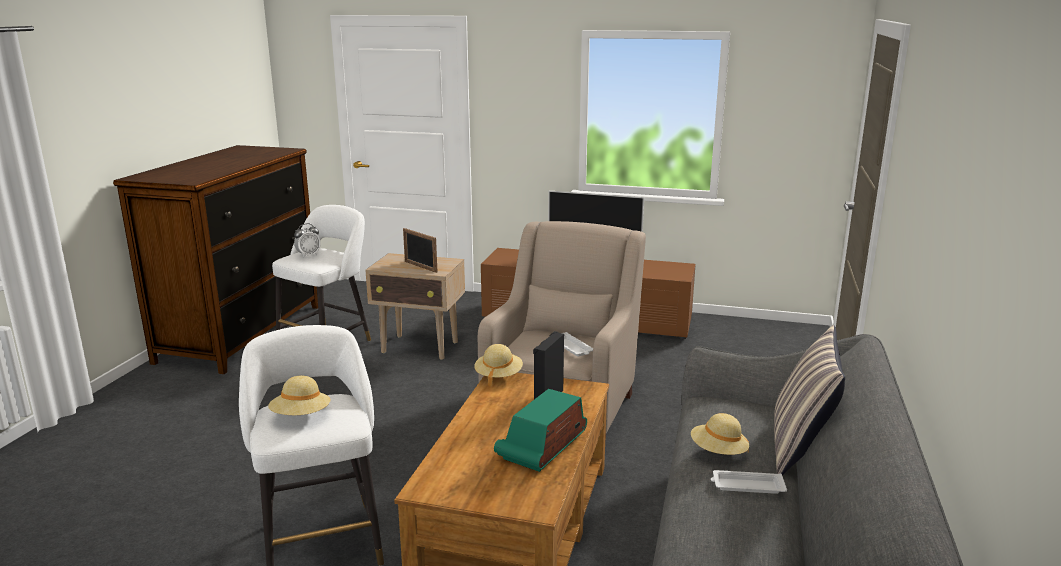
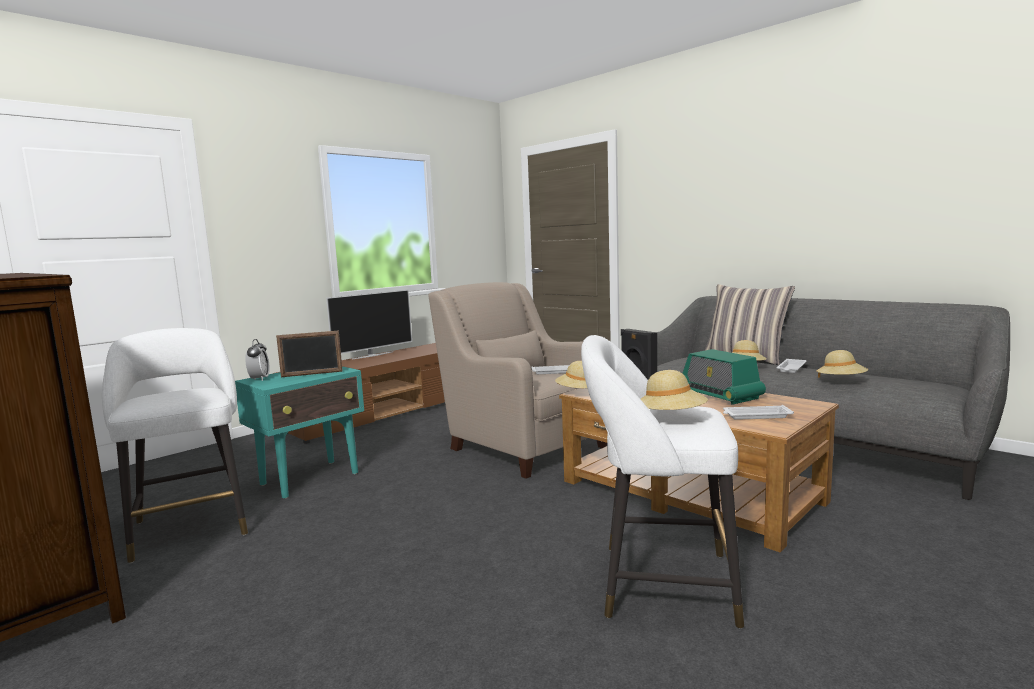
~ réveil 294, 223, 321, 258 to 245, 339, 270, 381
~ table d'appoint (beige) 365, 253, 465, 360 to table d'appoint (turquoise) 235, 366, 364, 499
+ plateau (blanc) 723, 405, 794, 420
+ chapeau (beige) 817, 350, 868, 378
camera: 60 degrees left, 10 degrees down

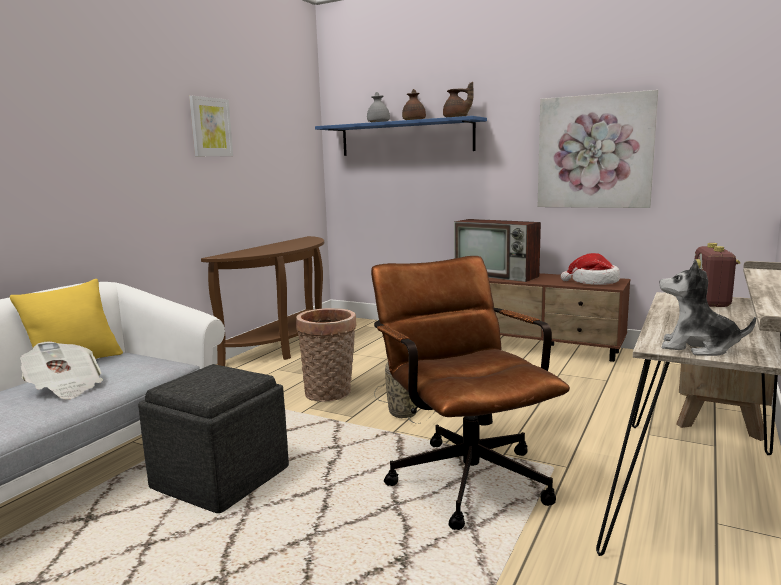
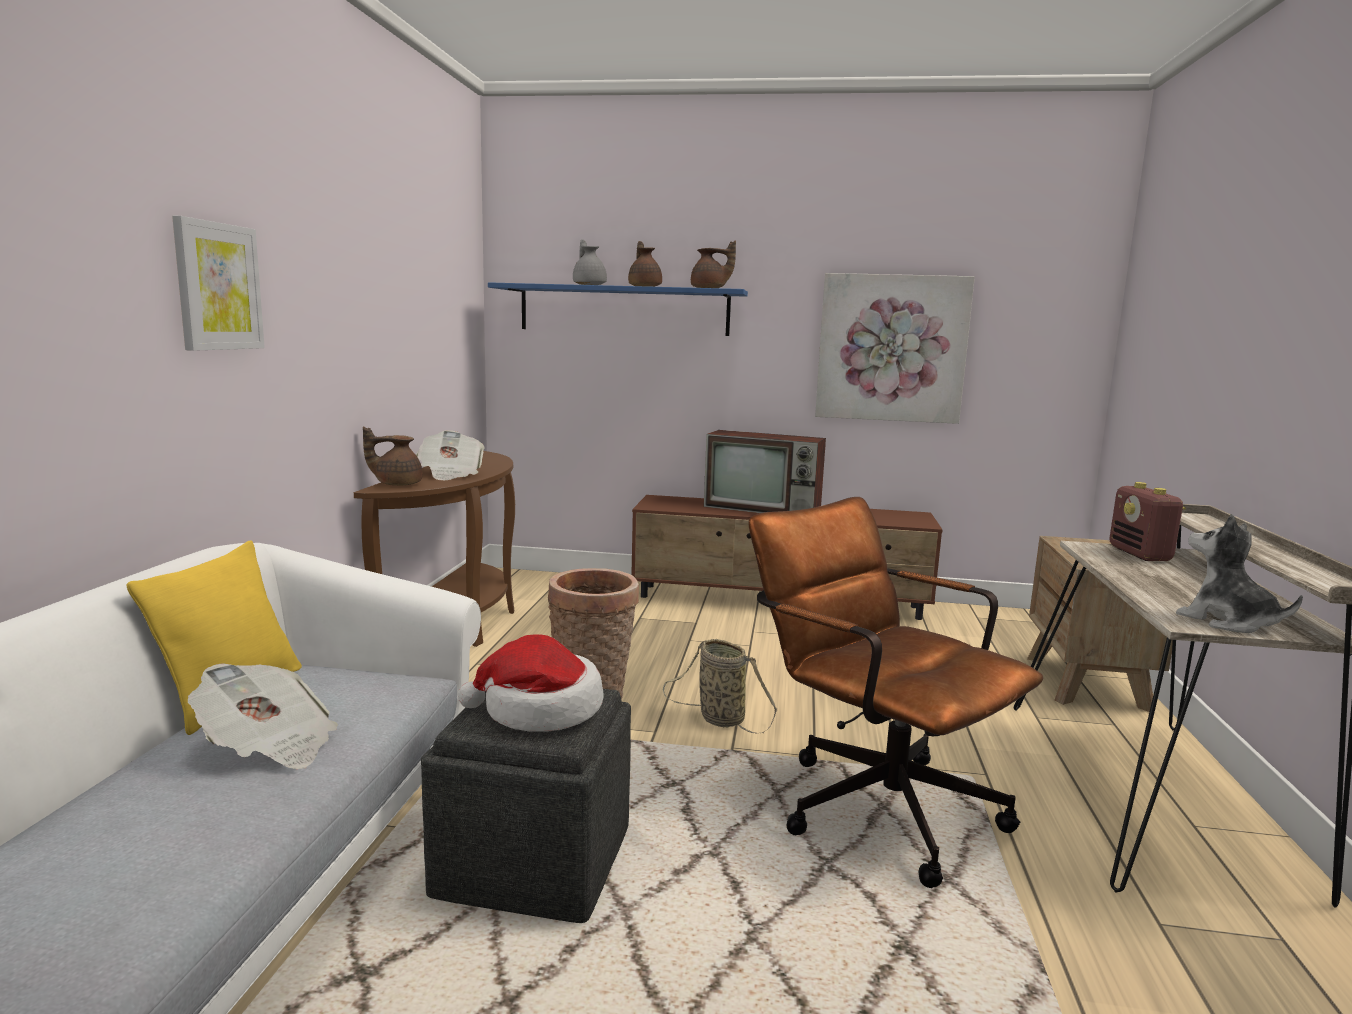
~ tableau 189, 96, 233, 156 to 172, 216, 265, 351
~ chapeau 561, 253, 620, 285 to 458, 634, 603, 731
~ peluche 659, 259, 756, 356 = 1176, 514, 1303, 633 45 degrees clockwise
+ théière (marron) 363, 426, 423, 486
+ journal 416, 430, 485, 480
camera: 20 degrees left, 0 degrees up

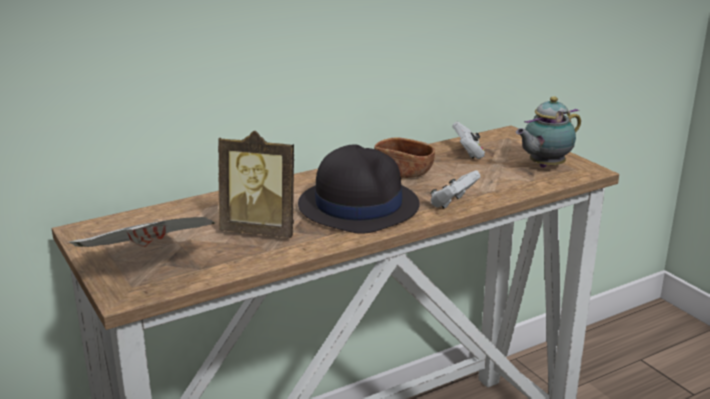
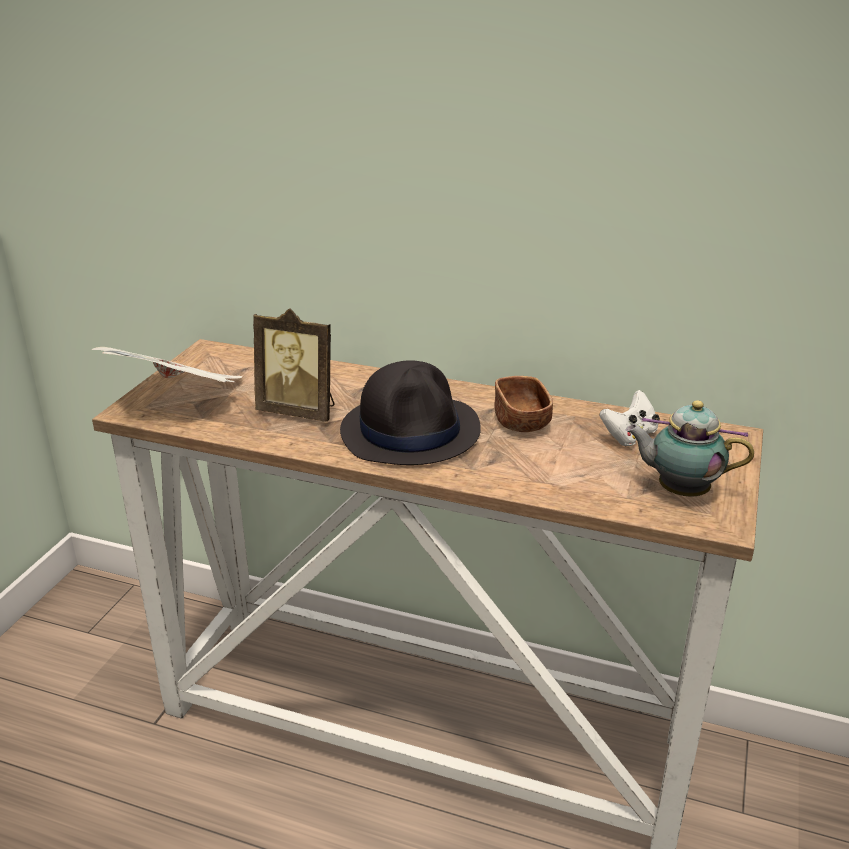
~ cadre photo 218, 131, 294, 238 = 253, 309, 335, 422 45 degrees counterclockwise
- manette (blanc) 430, 170, 481, 208
camera: 50 degrees right, 5 degrees up

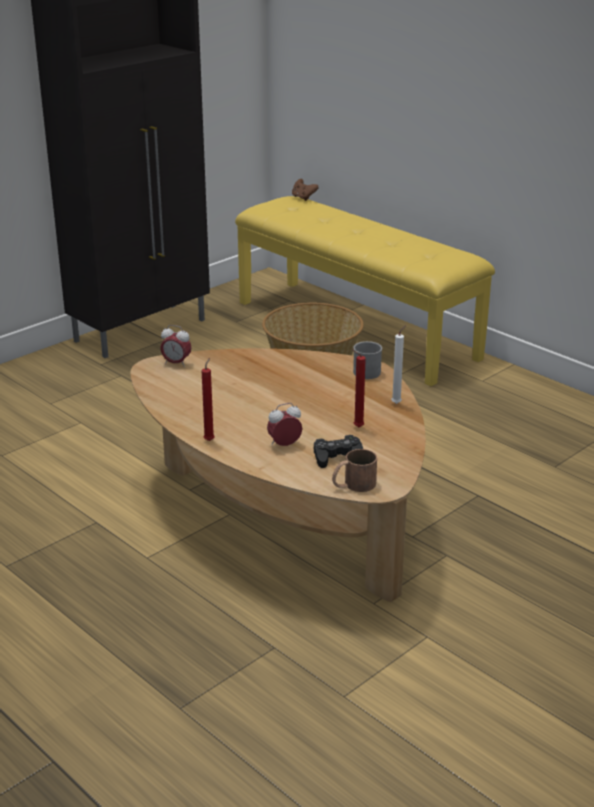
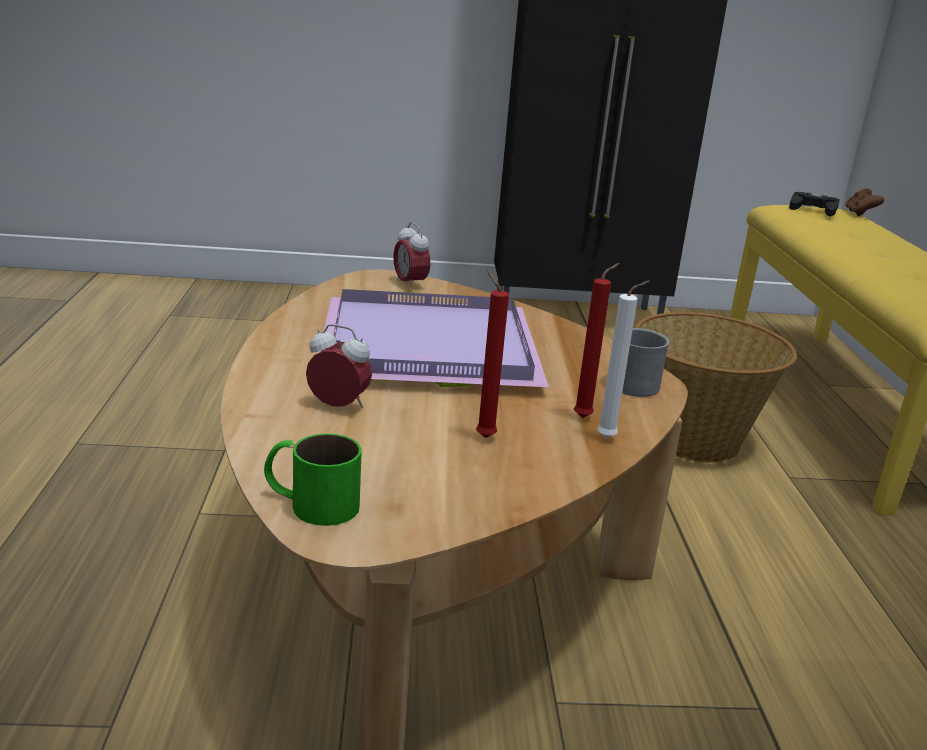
~ bougie (rouge) 202, 358, 215, 441 to 574, 263, 620, 418
~ manette (noir) 314, 435, 363, 468 to 789, 192, 840, 216
~ mug (marron) 332, 449, 377, 492 to mug (vert) 264, 434, 362, 526
+ plateau (violet) 319, 289, 549, 387
camera: 40 degrees right, 5 degrees down

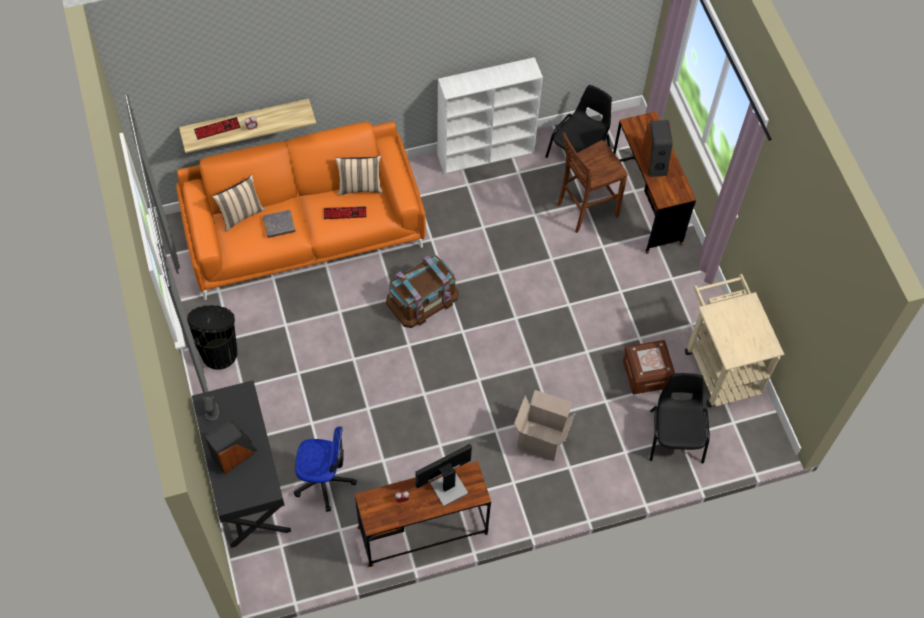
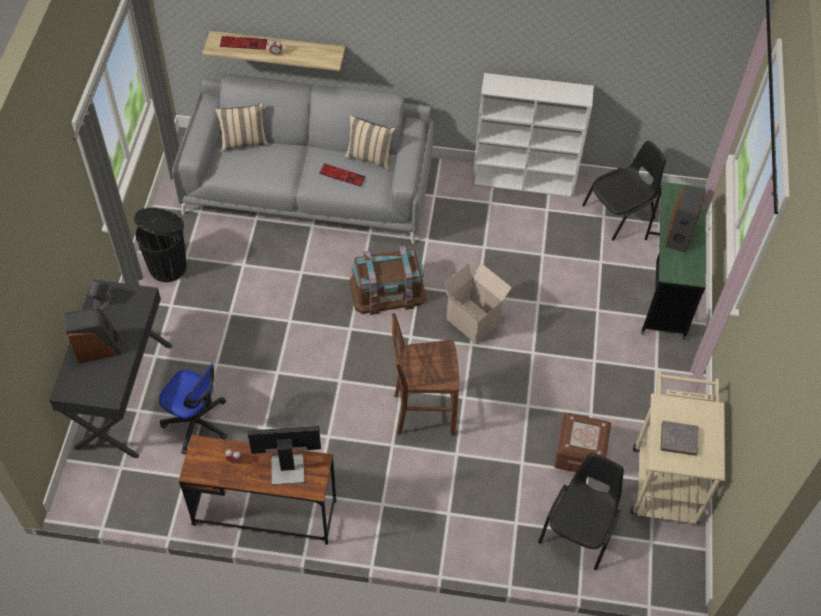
~ canapé (orange) 176, 121, 426, 300 to canapé (gris) 172, 74, 434, 244
~ livre (gris) 263, 210, 296, 238 to 661, 421, 699, 456
~ carton 514, 390, 575, 461 to 445, 263, 512, 344
~ tabouret (marron) 557, 132, 628, 233 to 392, 313, 459, 436
~ bureau (marron) 613, 112, 696, 254 to bureau (vert) 641, 182, 706, 340
camera: 25 degrees right, 5 degrees down

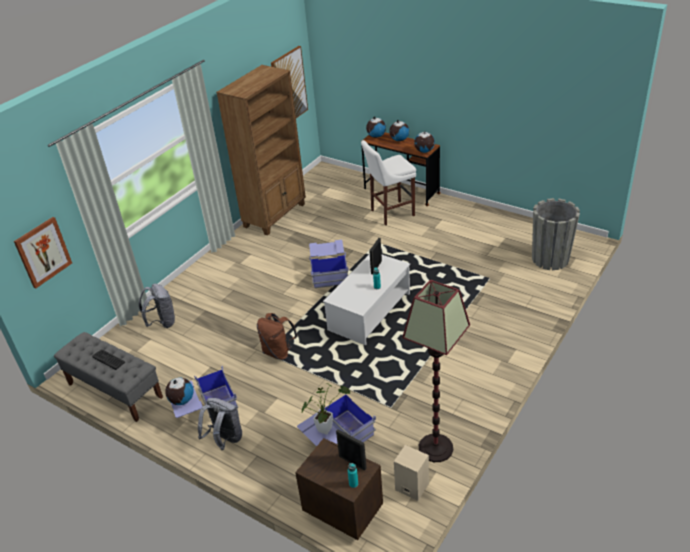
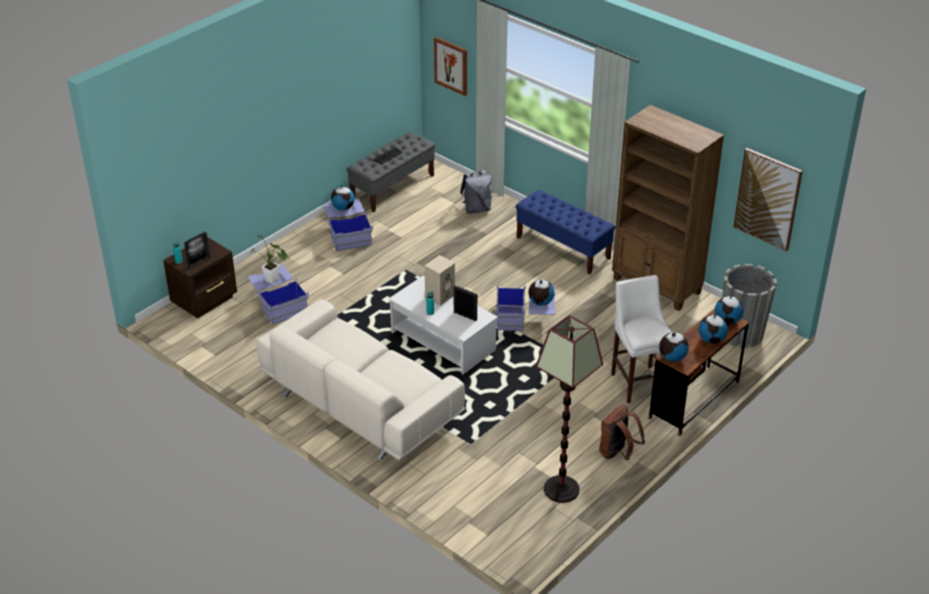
- sac à dos (gris) 198, 398, 242, 450
~ sac à dos (marron) 257, 313, 298, 360 to 599, 405, 645, 460
~ enceinte (beige) 394, 445, 429, 501 to 424, 255, 455, 306
~ lampadaire 403, 280, 470, 462 to 536, 315, 603, 503
~ cache-pot (gris) 532, 198, 580, 270 to 722, 264, 777, 348
+ canapé (beige) 257, 299, 465, 460
+ banc (bleu) 516, 190, 615, 274
+ globe 528, 279, 555, 306
camera: 95 degrees right, 0 degrees up

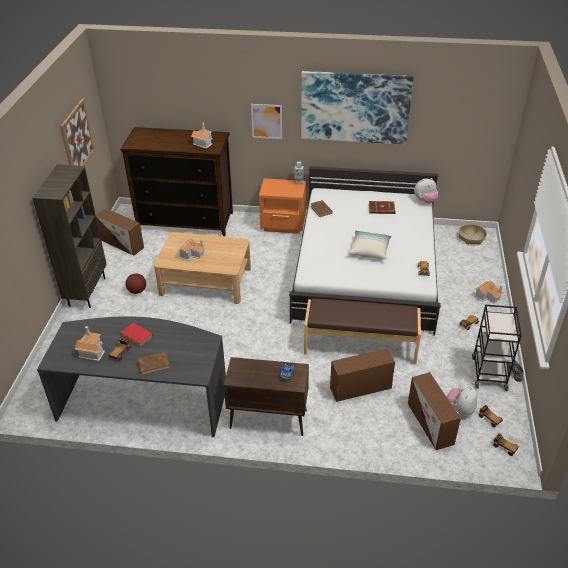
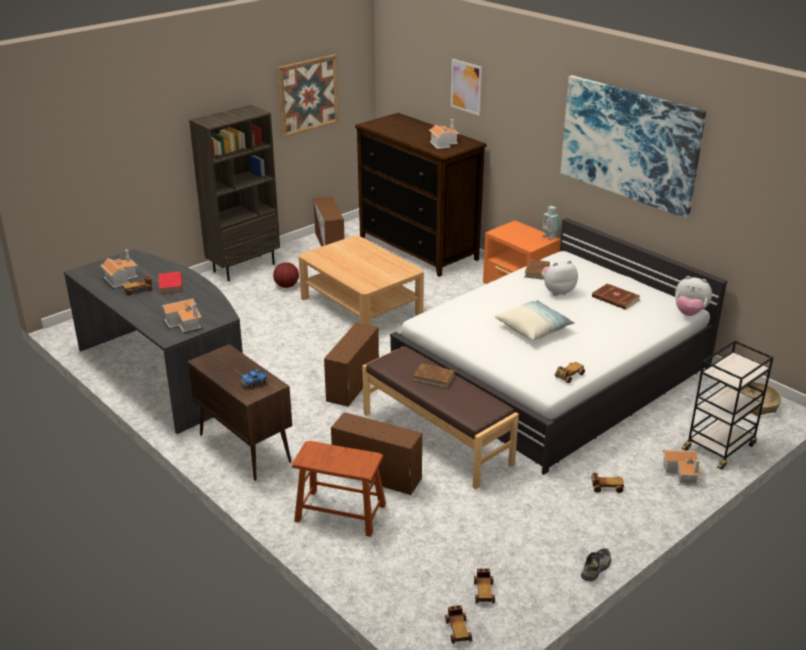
~ livre (marron) 135, 352, 170, 375 to 413, 363, 455, 388
~ maison miniature 177, 238, 206, 261 to 161, 299, 202, 332
~ tableau 251, 104, 282, 139 to 451, 59, 482, 116
~ boîte de rangement (marron) 408, 372, 461, 450 to 324, 322, 379, 407
~ peluche 447, 387, 478, 416 to 541, 260, 578, 296
~ chariot (noir) 472, 305, 522, 391 to 682, 341, 774, 470
+ tabouret (marron) 292, 441, 386, 537
camera: 40 degrees right, 10 degrees down

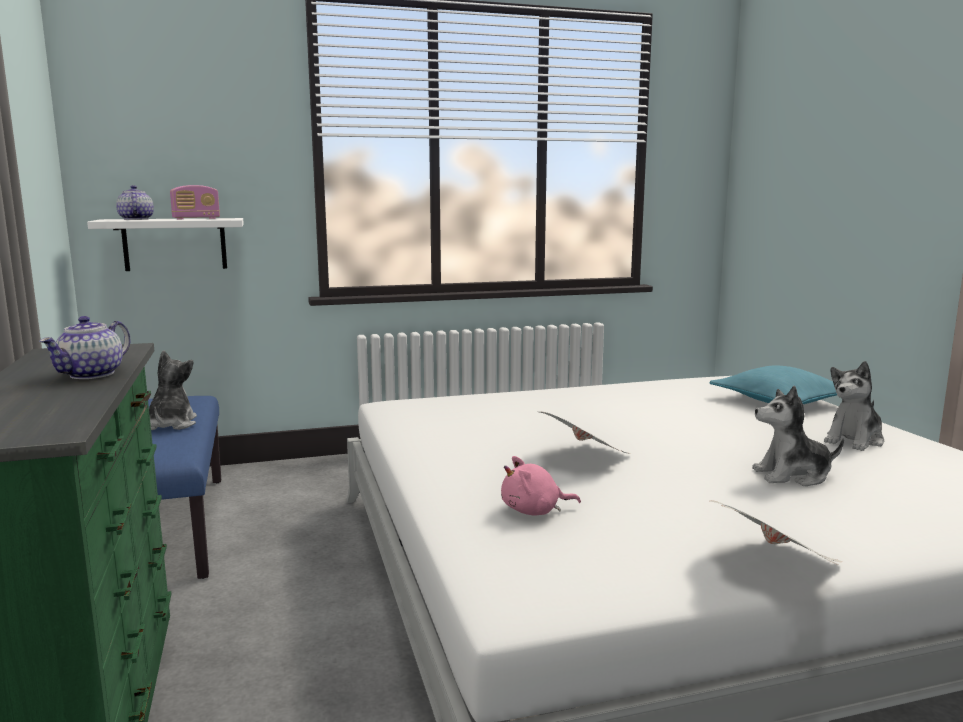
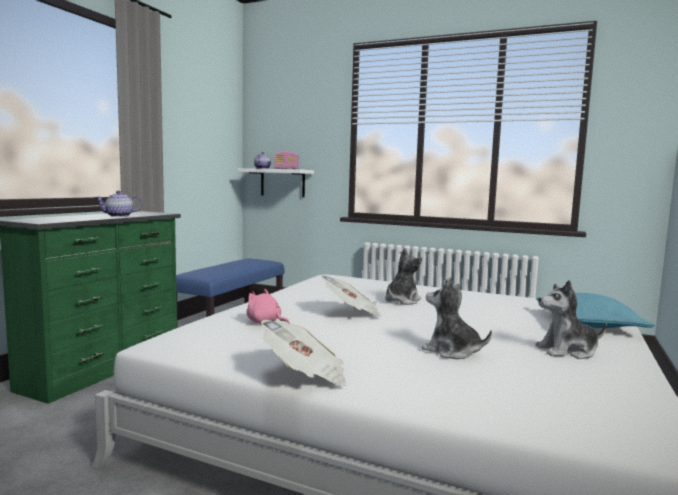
~ peluche 149, 350, 197, 430 to 385, 248, 422, 305
camera: 40 degrees right, 5 degrees down

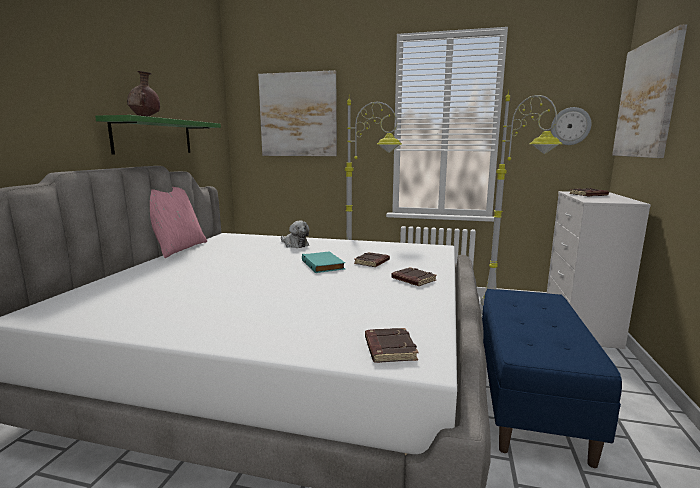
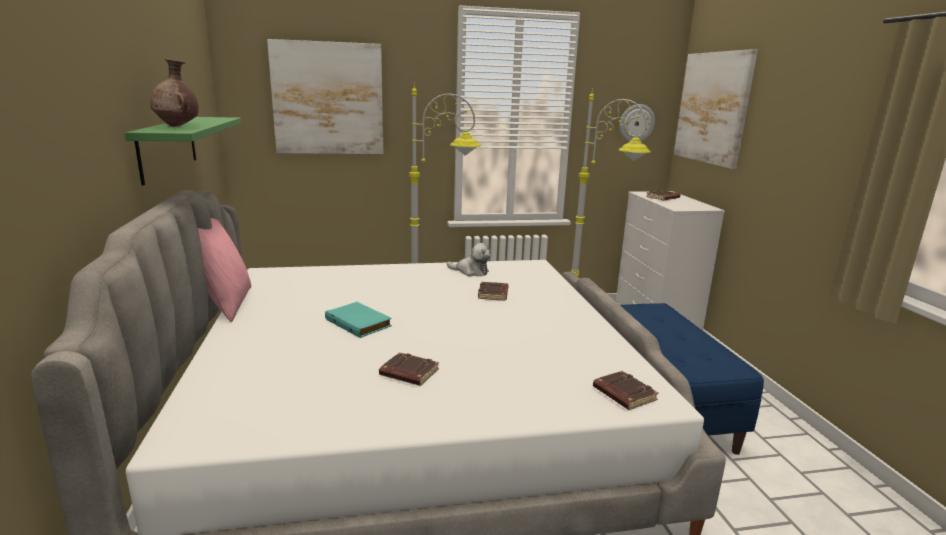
~ peluche 281, 221, 310, 248 to 447, 243, 491, 276
~ livre (turquoise) 302, 251, 345, 273 to 325, 302, 392, 338
~ livre (marron) 392, 267, 437, 286 to 379, 352, 439, 386
camera: 25 degrees left, 5 degrees up

